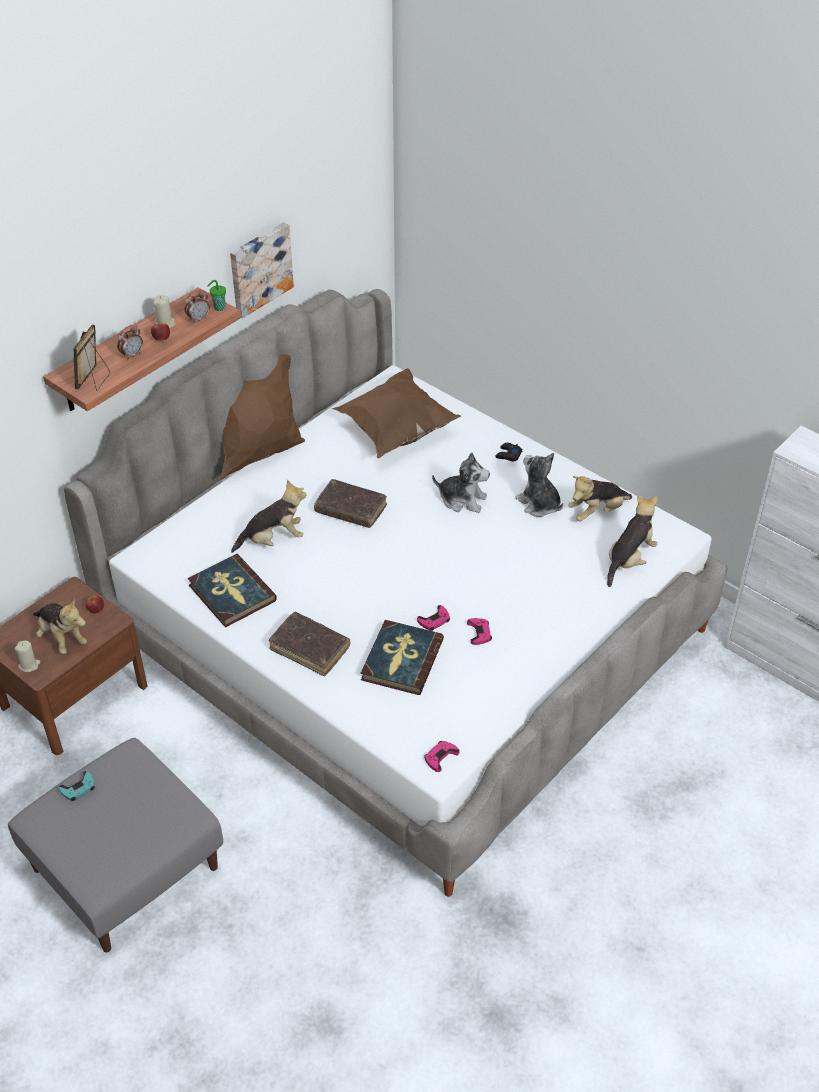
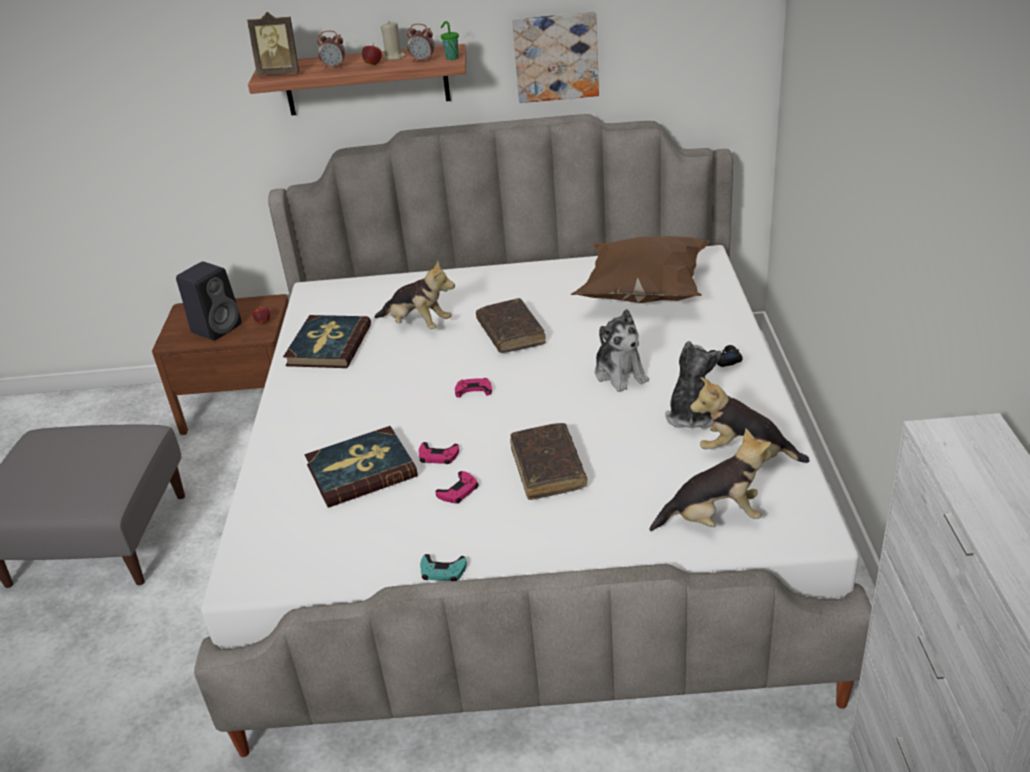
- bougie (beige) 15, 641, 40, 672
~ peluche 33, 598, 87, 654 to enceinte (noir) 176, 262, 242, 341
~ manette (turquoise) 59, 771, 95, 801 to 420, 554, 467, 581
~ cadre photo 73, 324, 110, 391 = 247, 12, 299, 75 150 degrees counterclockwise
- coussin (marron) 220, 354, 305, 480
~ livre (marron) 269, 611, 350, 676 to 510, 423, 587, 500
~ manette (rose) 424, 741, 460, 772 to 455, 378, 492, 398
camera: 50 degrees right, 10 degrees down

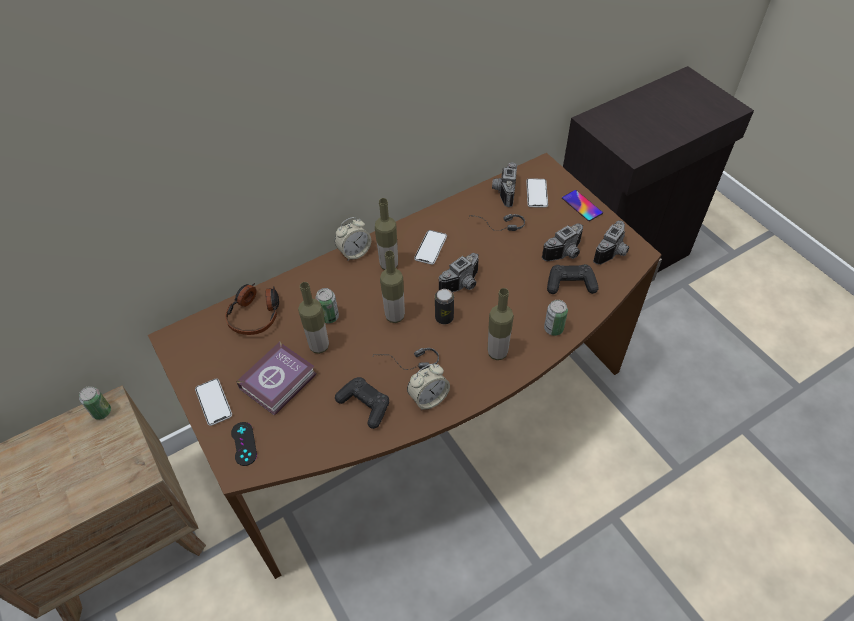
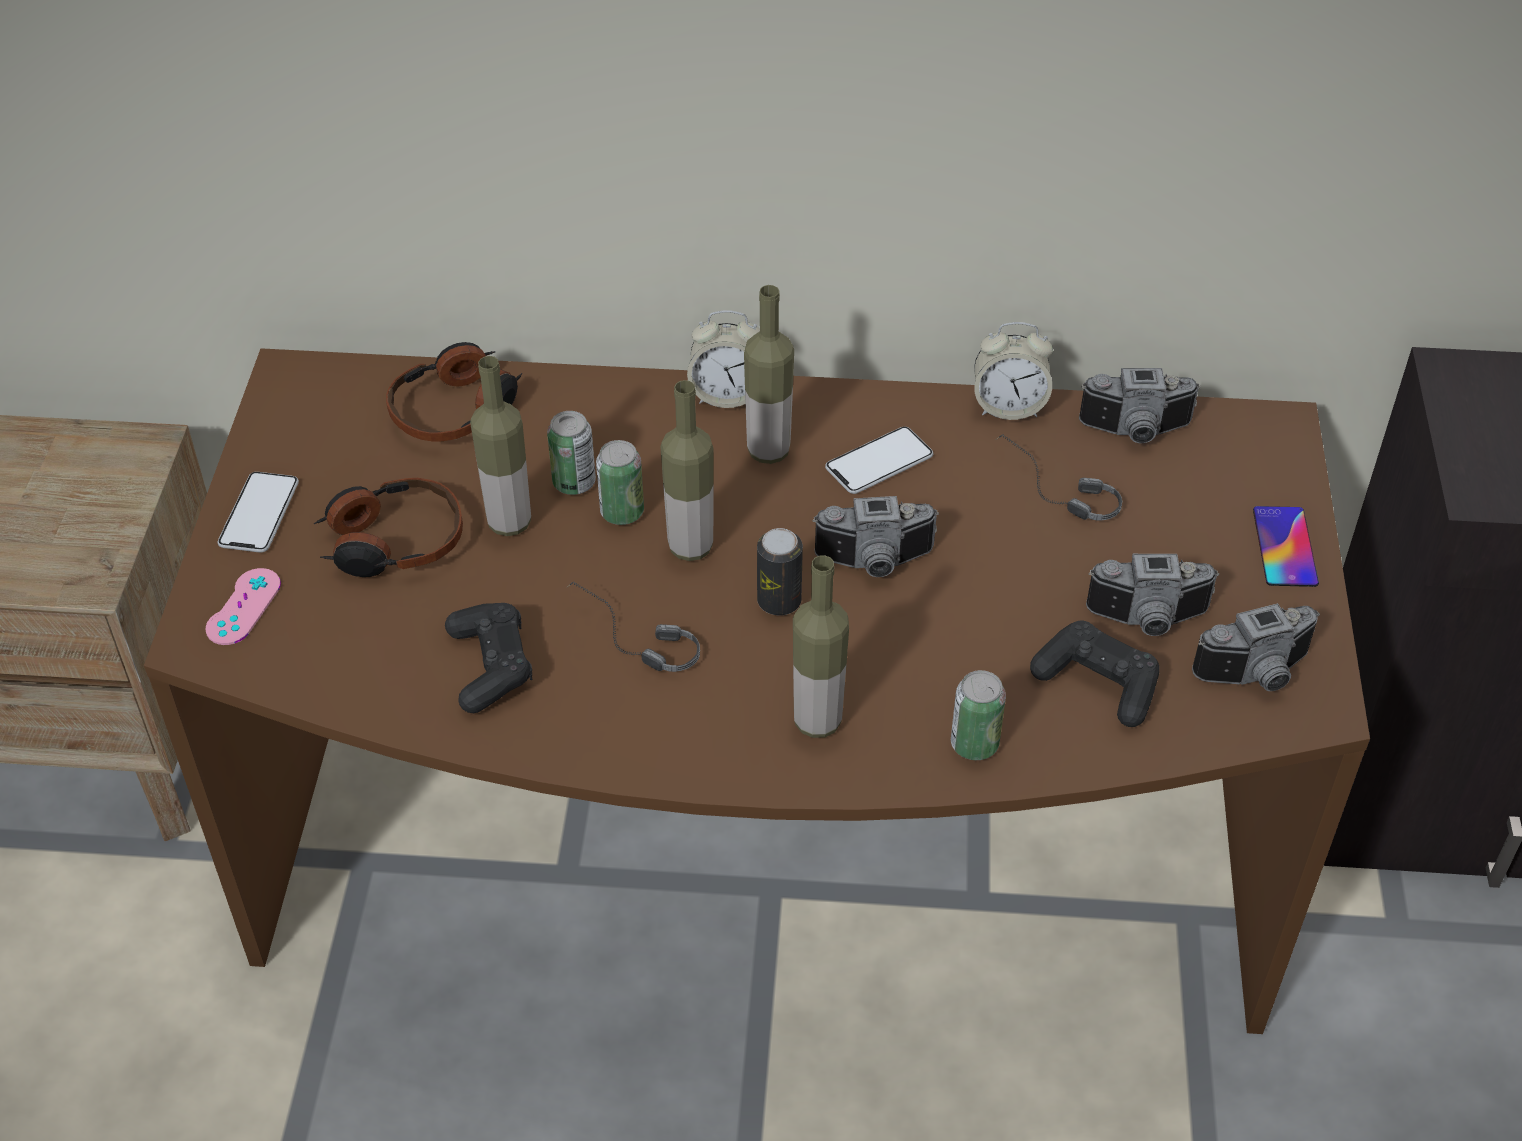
~ boîte métallique 79, 386, 111, 420 to 596, 440, 644, 525
~ manette (noir) 231, 422, 257, 466 to manette (rose) 205, 568, 281, 645
~ livre 236, 342, 317, 416 to casque audio 314, 478, 463, 577
~ réveil 407, 364, 450, 410 to 974, 322, 1053, 420
~ appareil photo 492, 162, 517, 207 = 1079, 368, 1201, 443 135 degrees counterclockwise
- téléphone 526, 178, 548, 208
camera: 35 degrees right, 5 degrees down

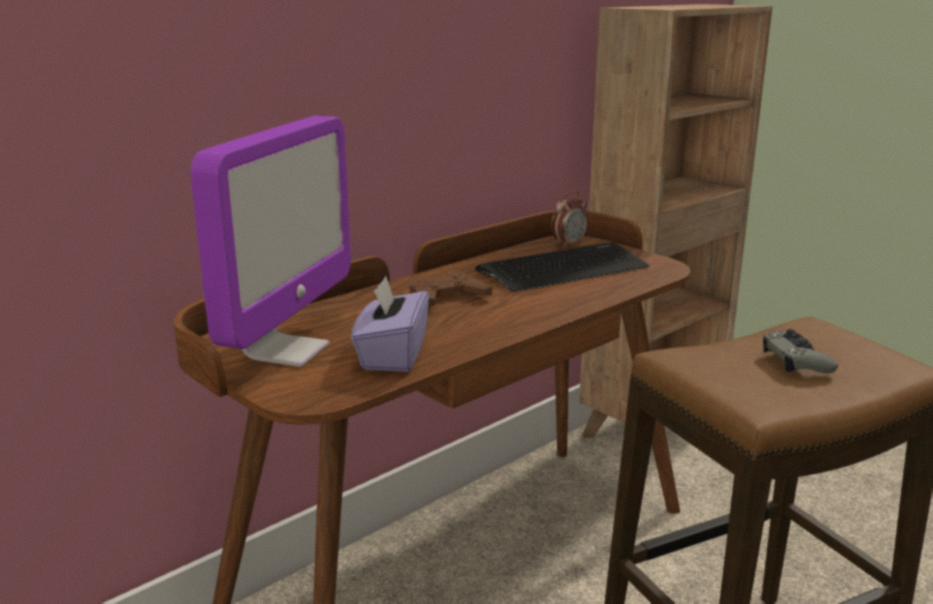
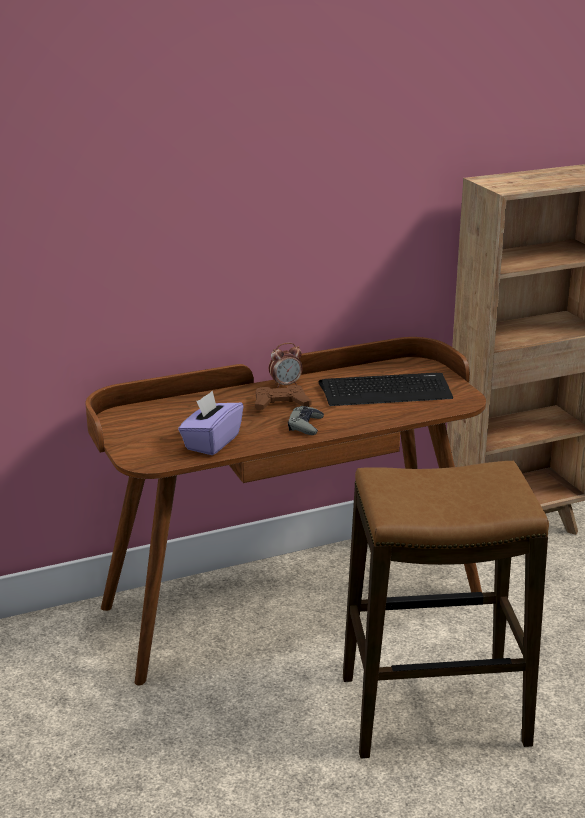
- écran d'ordinateur 190, 116, 351, 367
~ réveil 551, 191, 588, 248 to 269, 343, 303, 388
~ manette (gris) 763, 329, 838, 373 to 288, 406, 324, 435
camera: 20 degrees right, 5 degrees up

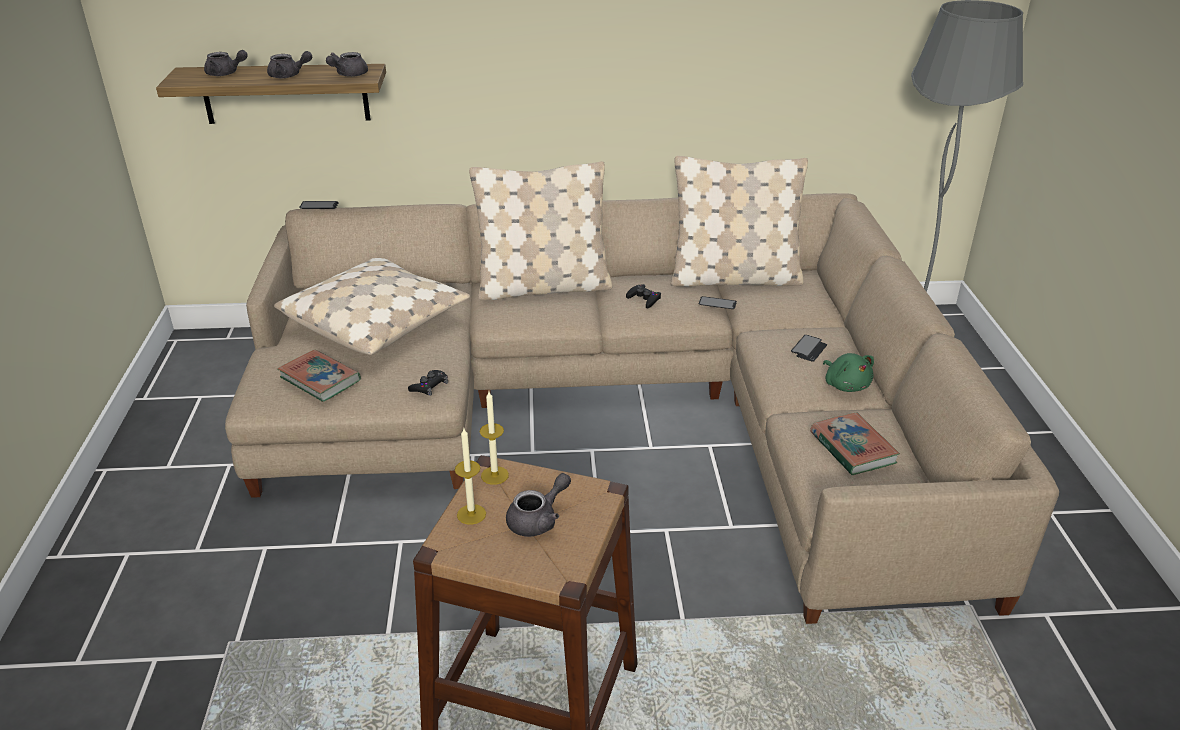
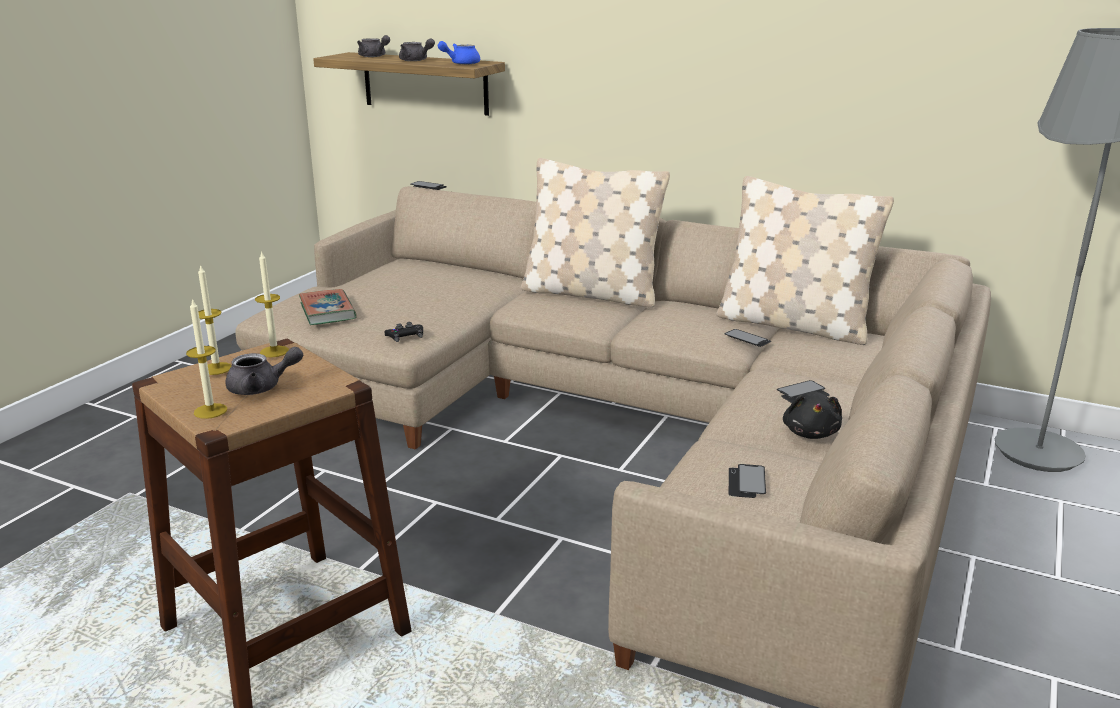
- coussin (beige) 274, 258, 470, 355
~ théière (gris) 326, 52, 368, 77 to théière (bleu) 438, 41, 480, 65
- manette (noir) 626, 284, 661, 309
~ livre 810, 413, 900, 475 to téléphone 729, 464, 766, 498
~ peluche (vert) 823, 353, 874, 392 to peluche (noir) 783, 392, 842, 439
+ bougie 186, 298, 227, 419
camera: 30 degrees right, 10 degrees down

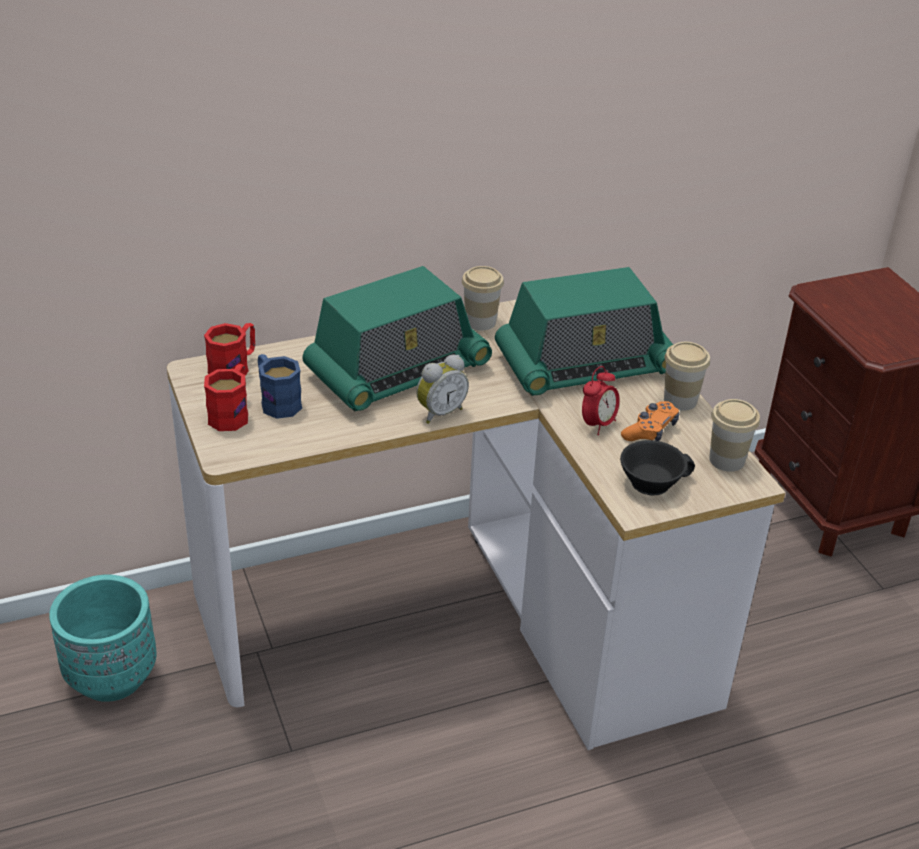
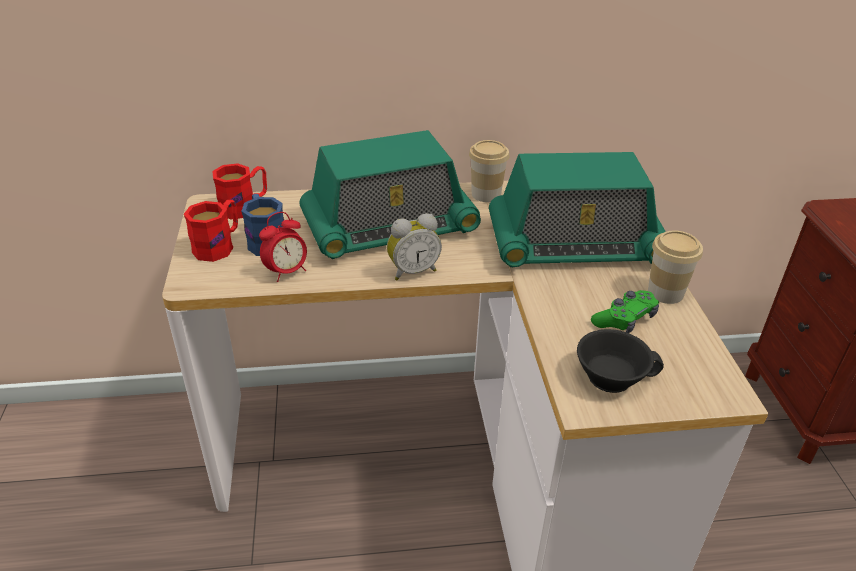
- cache-pot (turquoise) 49, 574, 157, 702
~ réveil 582, 366, 620, 435 to 259, 212, 307, 282
~ manette (orange) 621, 401, 679, 441 to manette (vert) 591, 290, 659, 333
- tasse 709, 399, 760, 472
camera: 15 degrees right, 0 degrees up

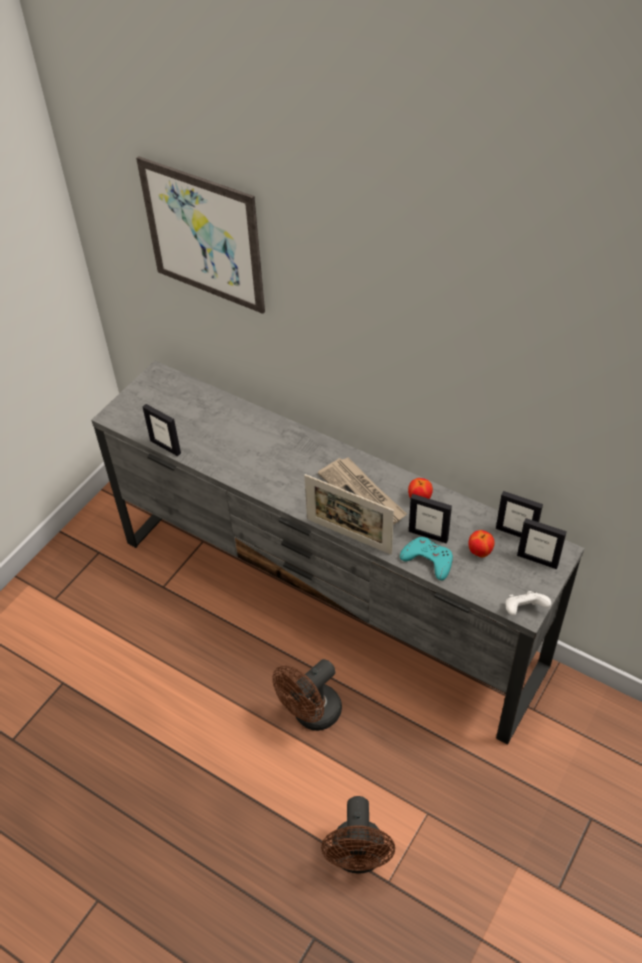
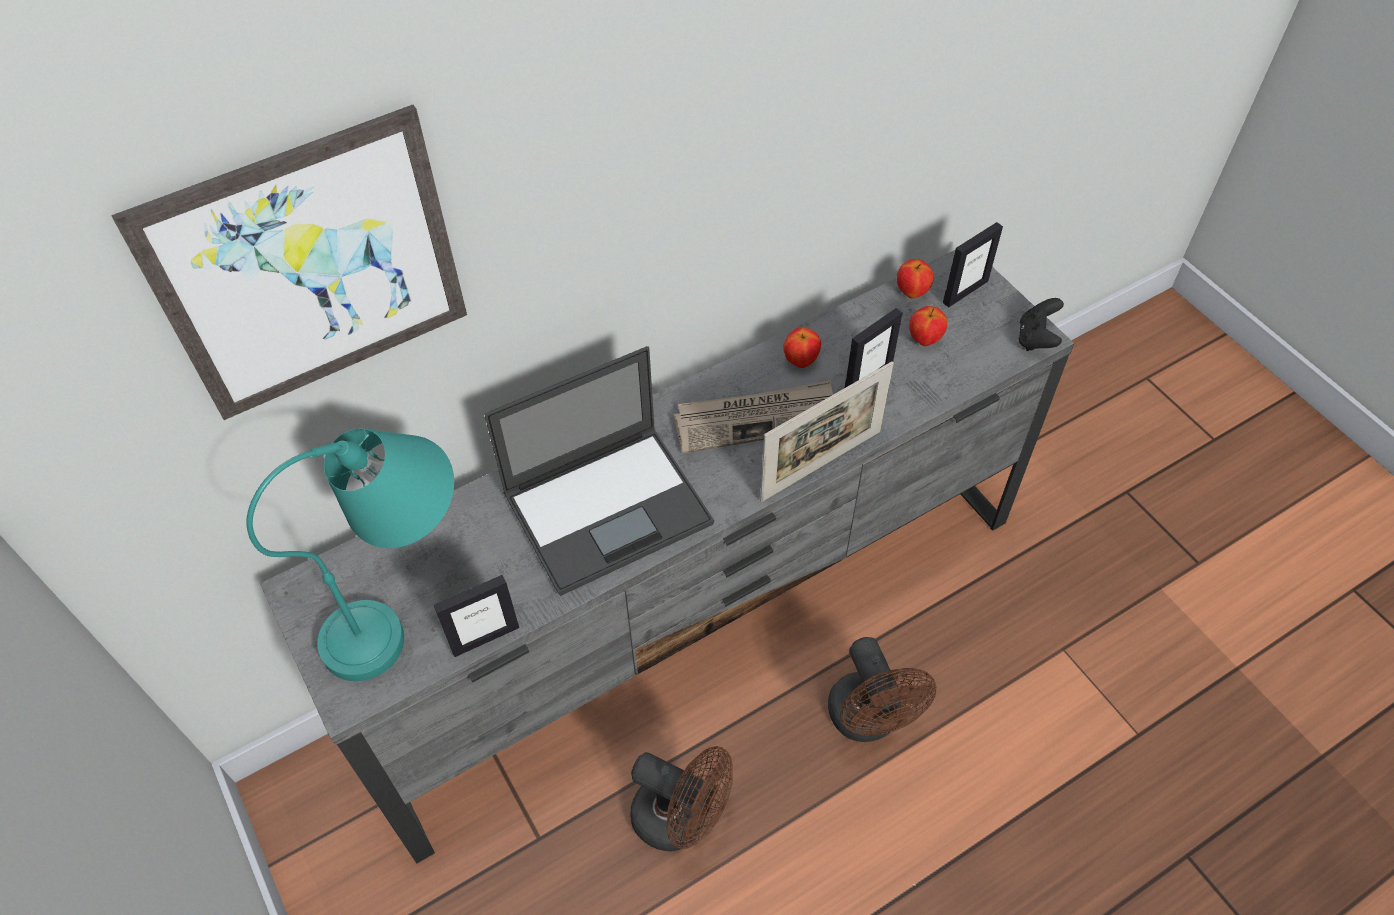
~ ventilateur (marron) 321, 796, 395, 874 to 630, 746, 733, 851
- manette (turquoise) 400, 537, 453, 580
~ cadre photo 496, 491, 543, 537 to pomme 897, 259, 934, 299
~ manette (blanc) 505, 591, 551, 615 to manette (noir) 1018, 298, 1064, 351
+ lampe de table (turquoise) 246, 429, 454, 681
+ ordinateur portable 484, 346, 714, 596
camera: 65 degrees left, 5 degrees up

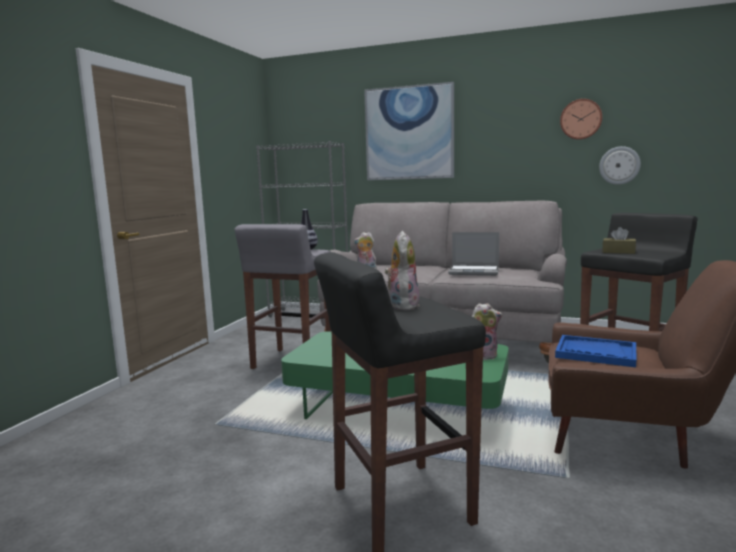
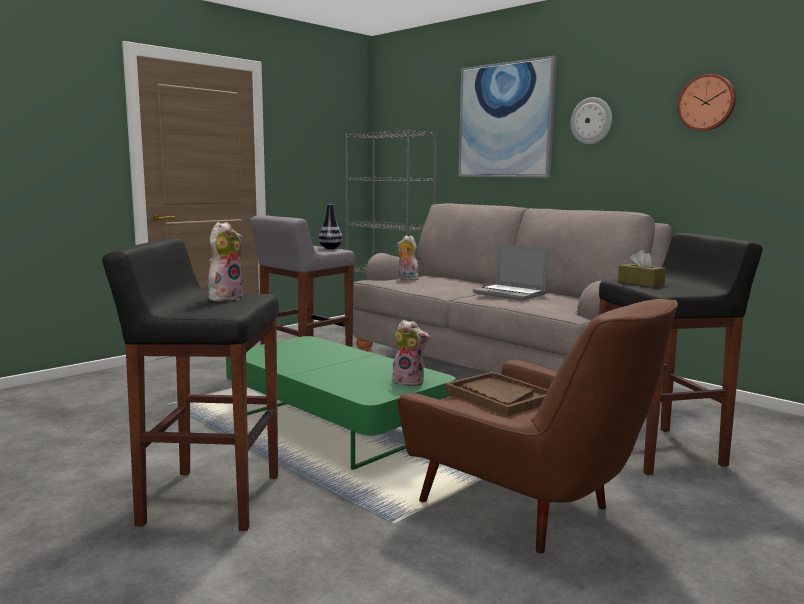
~ plateau (bleu) 555, 335, 637, 367 to plateau (marron) 444, 372, 548, 416
~ horloge murale 599, 146, 641, 185 to 570, 97, 612, 144
camera: 25 degrees right, 0 degrees up

